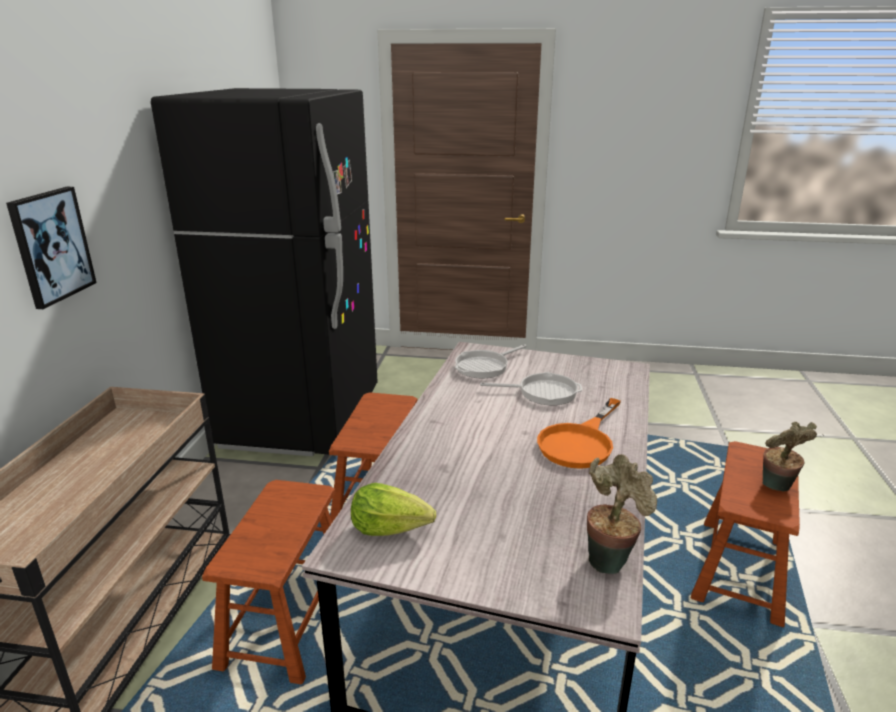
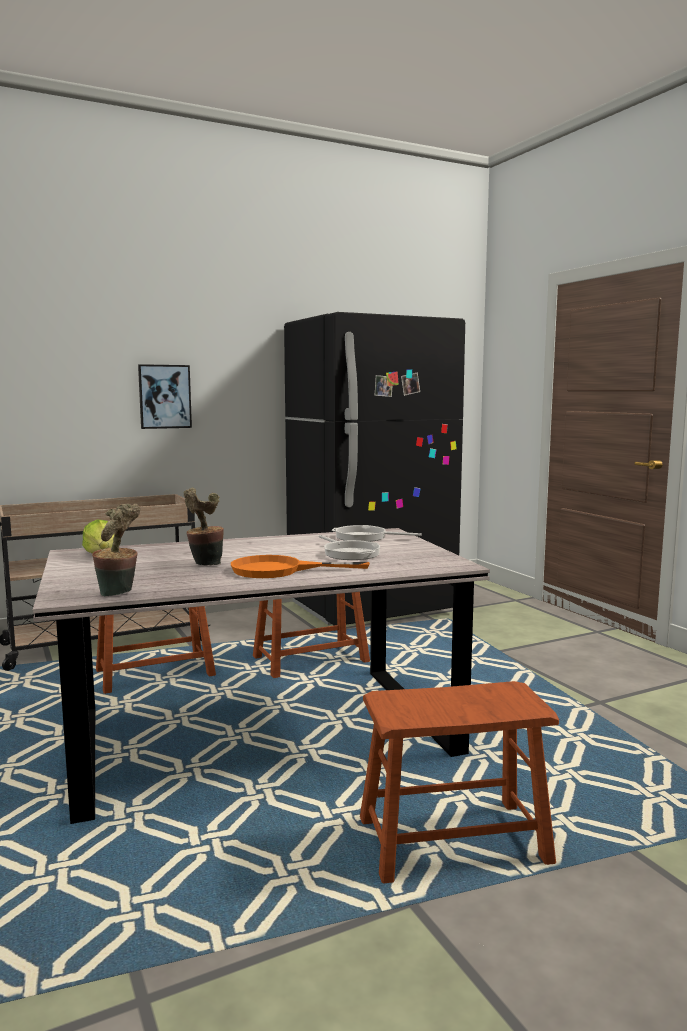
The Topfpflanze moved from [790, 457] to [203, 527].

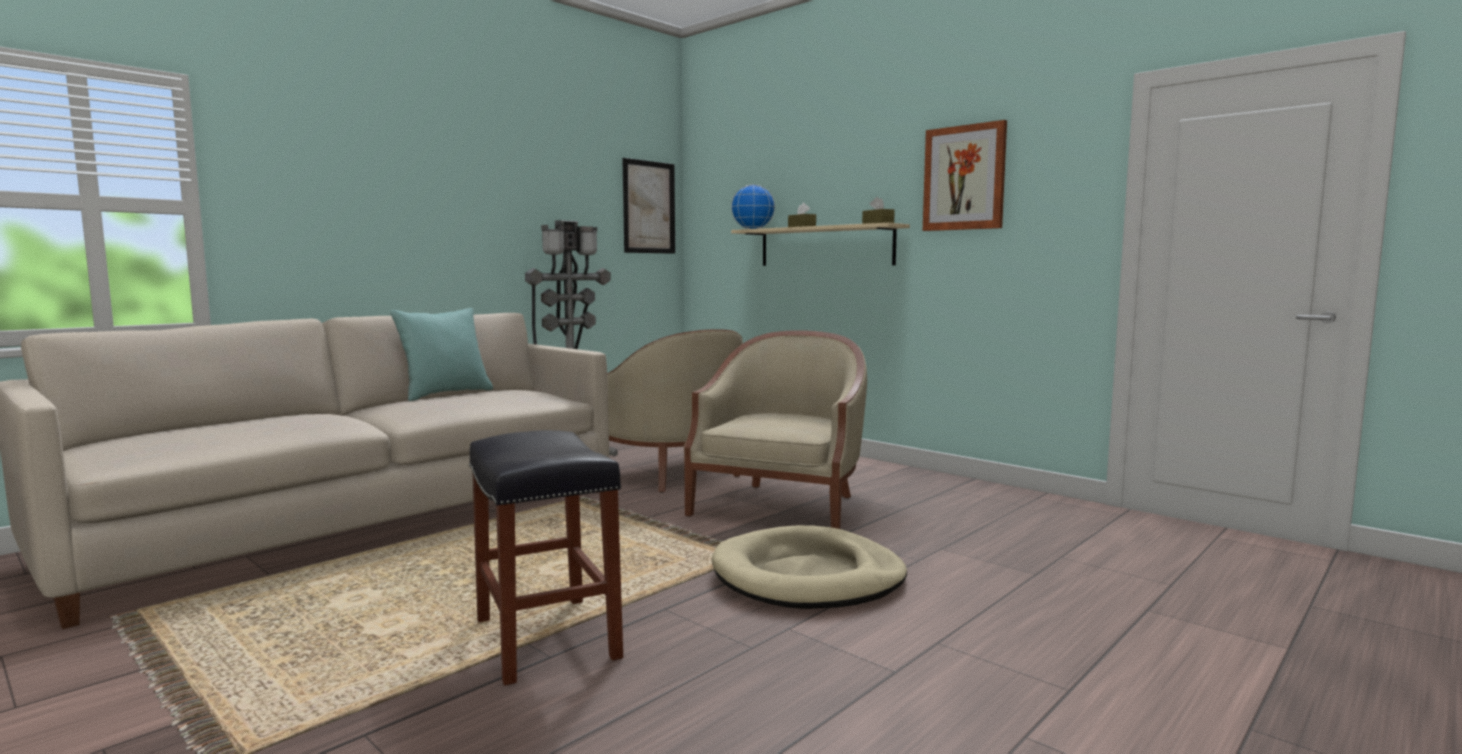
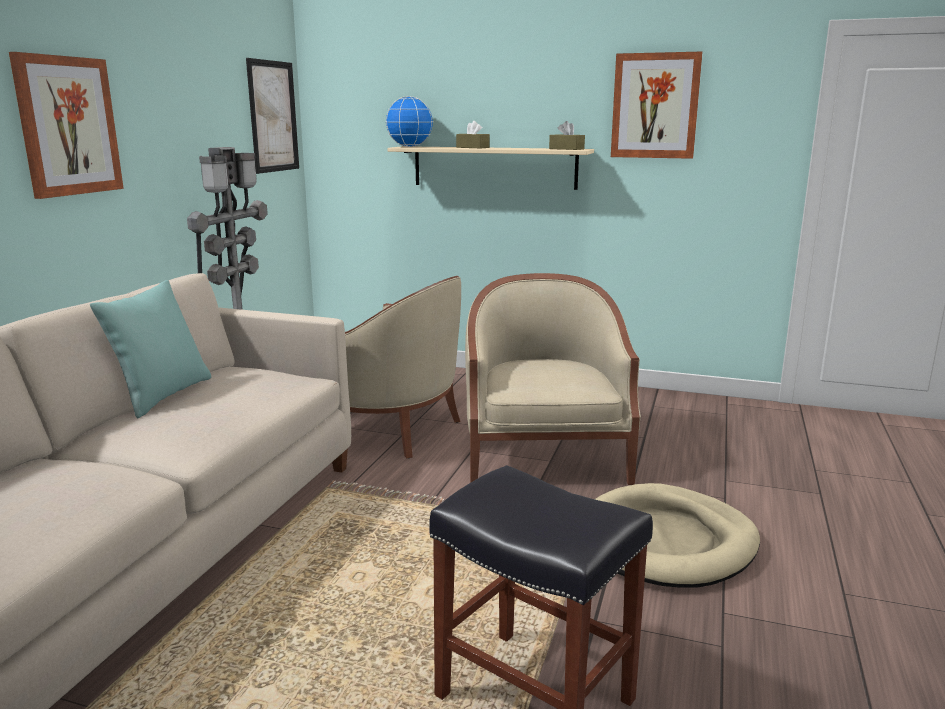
The Bild at [66, 125] appeared.

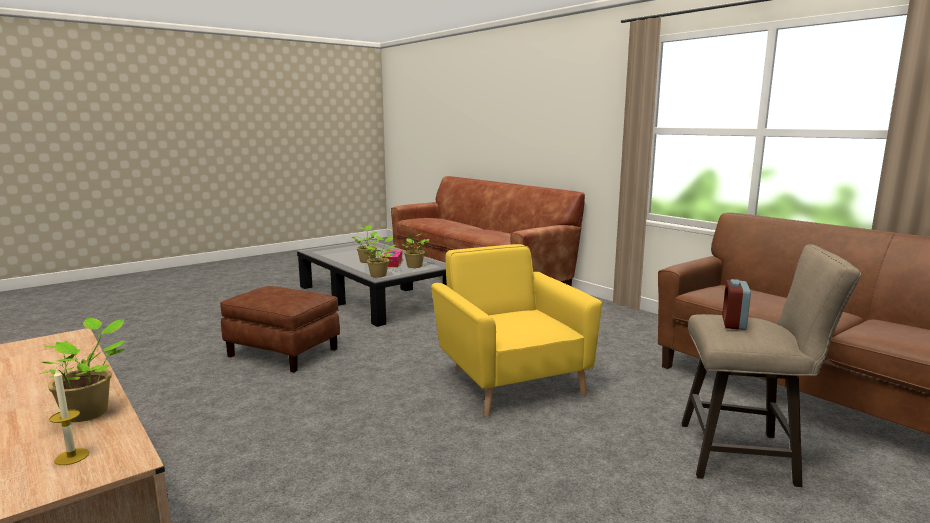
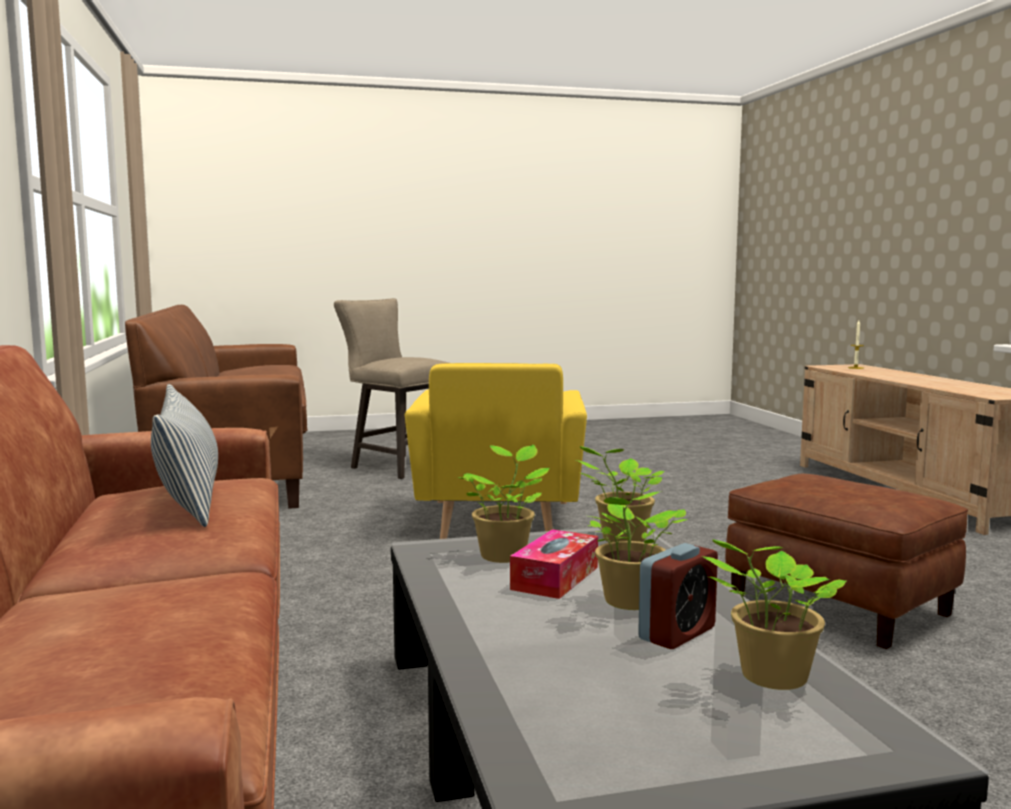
The Kissen at [184, 455] appeared.
The Topfpflanze moved from [82, 370] to [773, 614].
The Wecker moved from [736, 304] to [678, 596].

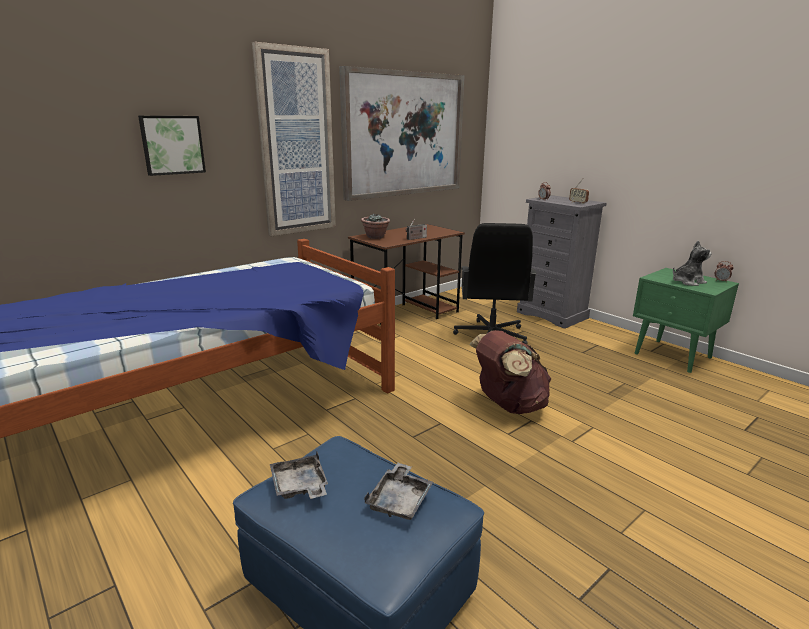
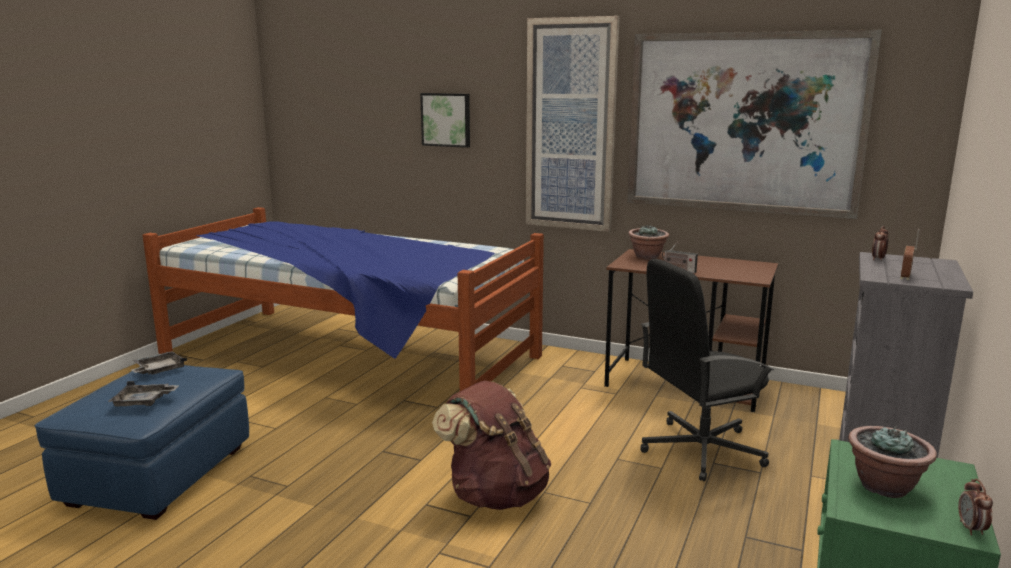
The Plüschtier at [692, 263] was replaced by the Topfpflanze at [892, 462].

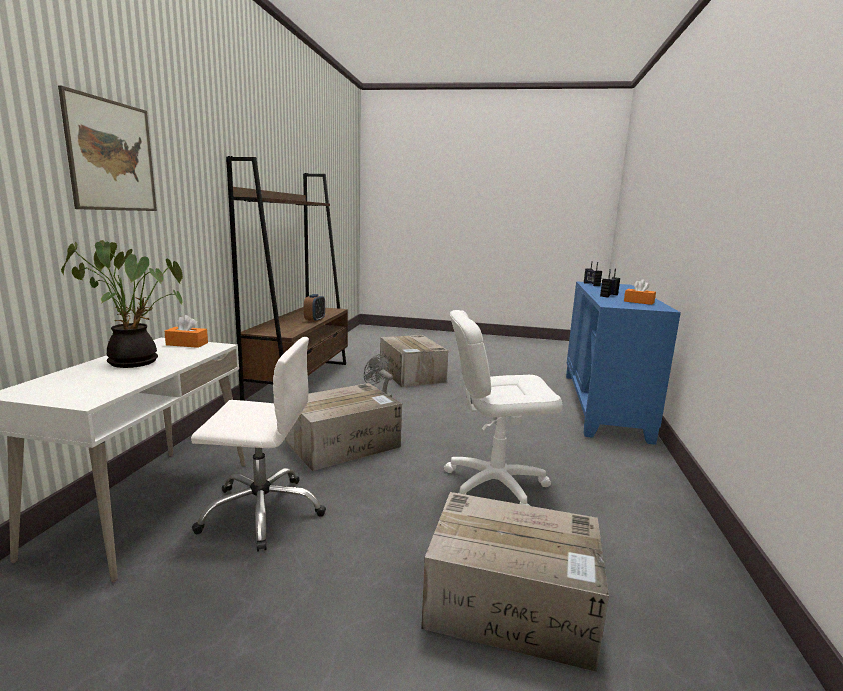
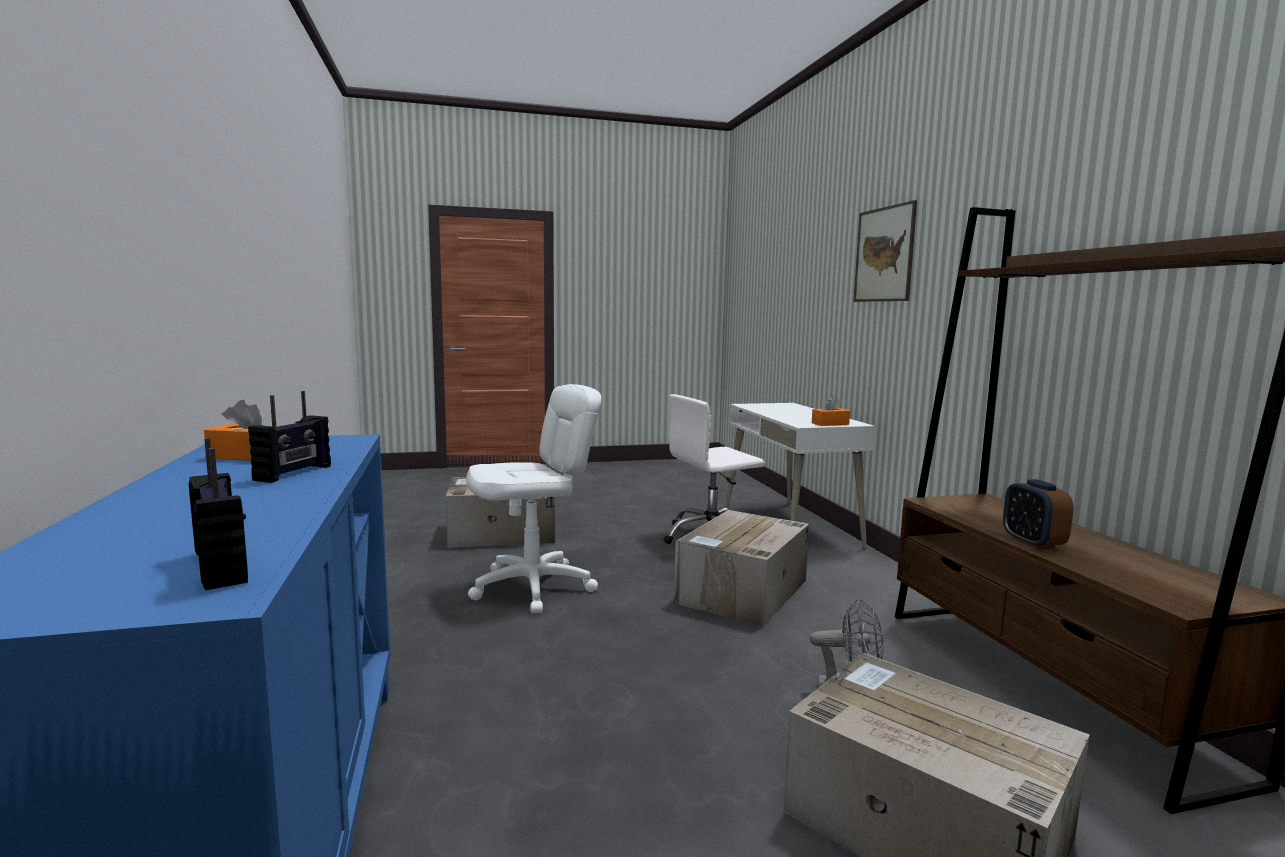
The Topfpflanze at [122, 304] disappeared.

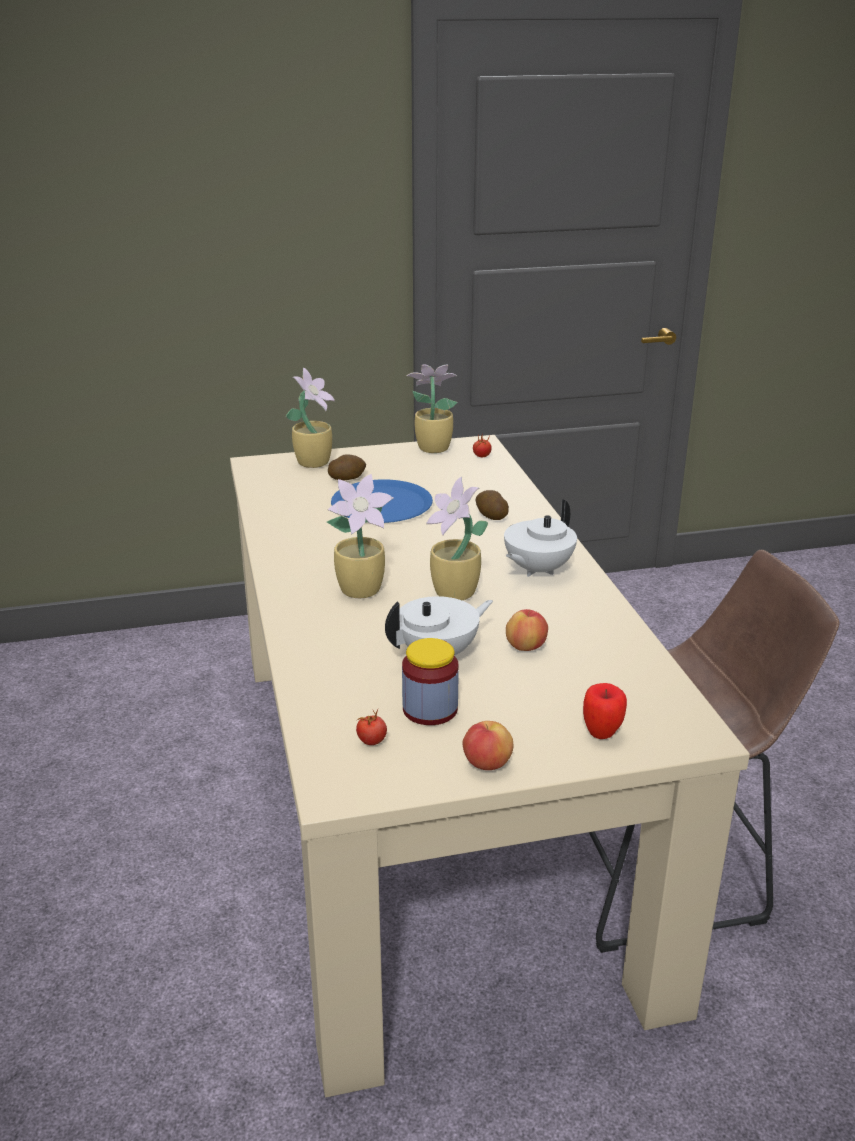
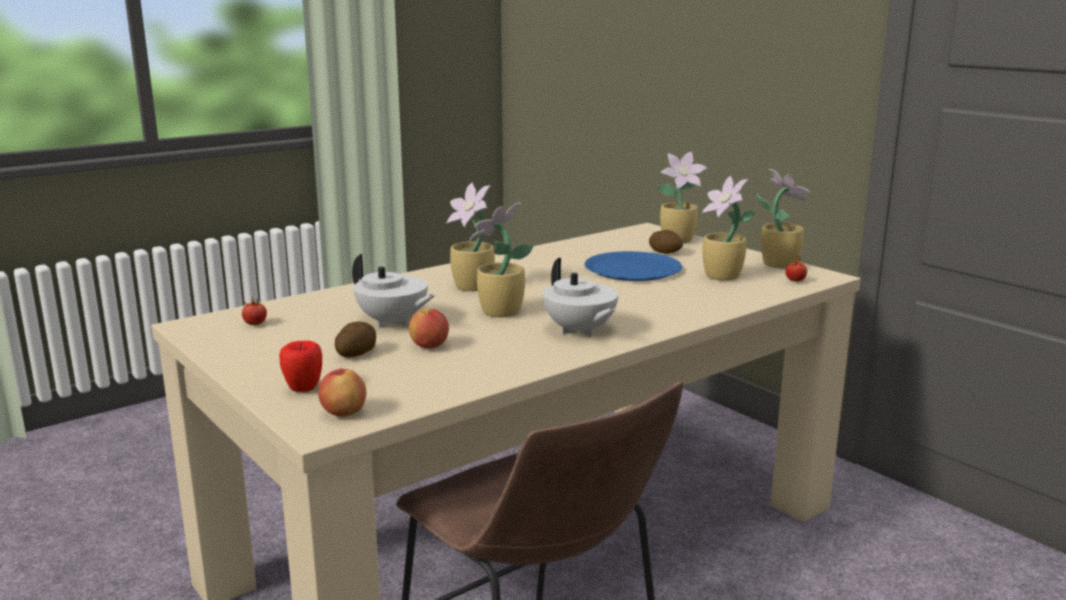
The Vorratsglas at [430, 681] disappeared.
The Topfpflanze at [729, 228] appeared.
The Apfel moved from [487, 745] to [342, 392].
The Kartoffel moved from [492, 505] to [355, 340].
The Teekanne [weiß] at [540, 538] turned 135 degrees counterclockwise.

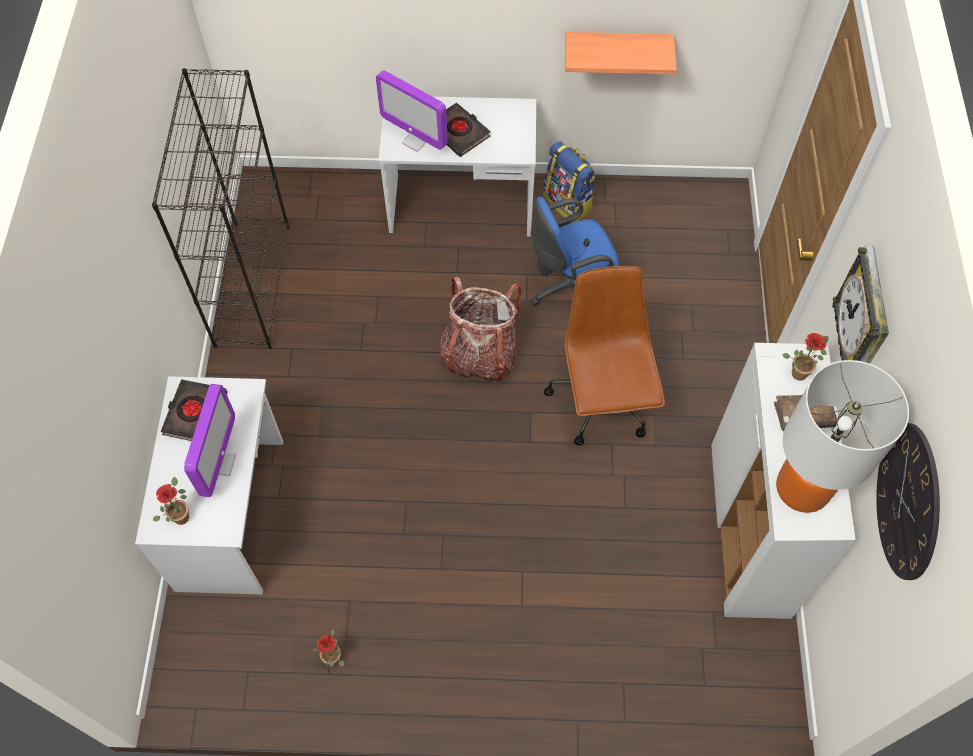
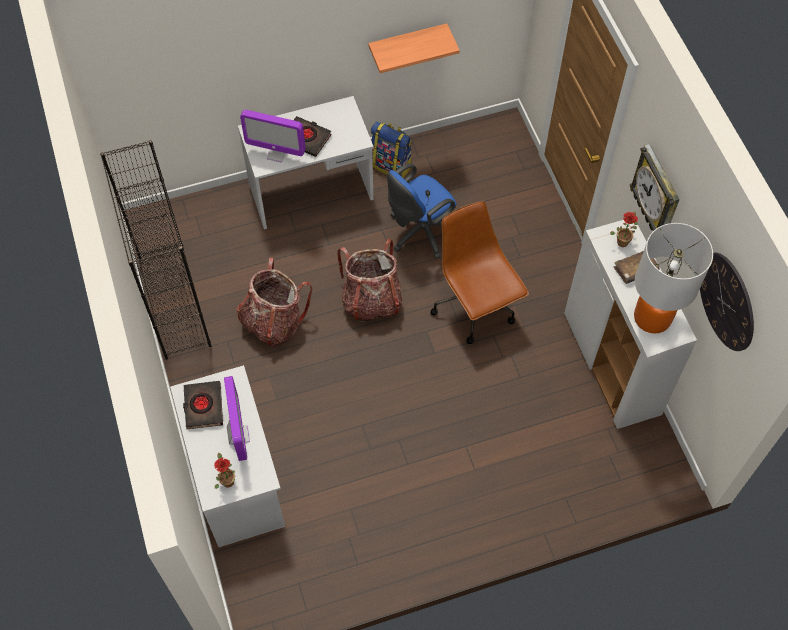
The Topfpflanze at [328, 648] disappeared.
The Rucksack at [274, 302] appeared.

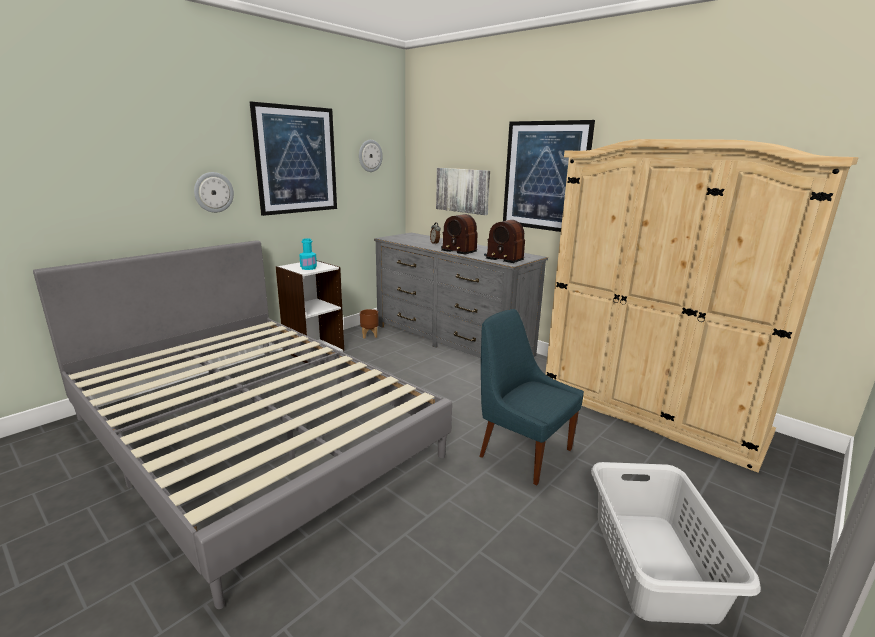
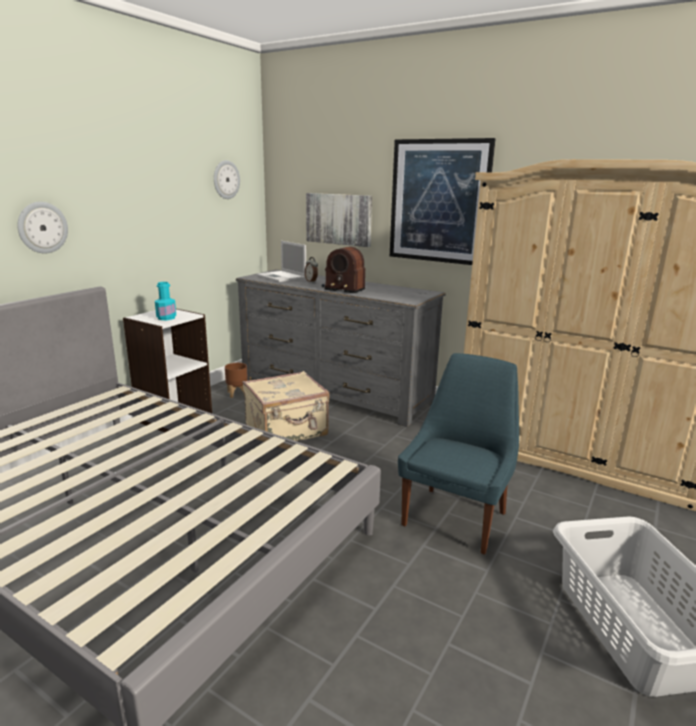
The Bild at [293, 159] disappeared.
The Radio at [504, 241] disappeared.
The Koffer [beige] at [286, 406] appeared.
The Laptop at [281, 261] appeared.
The Stuhl [blau] at [531, 397] turned 90 degrees clockwise.

